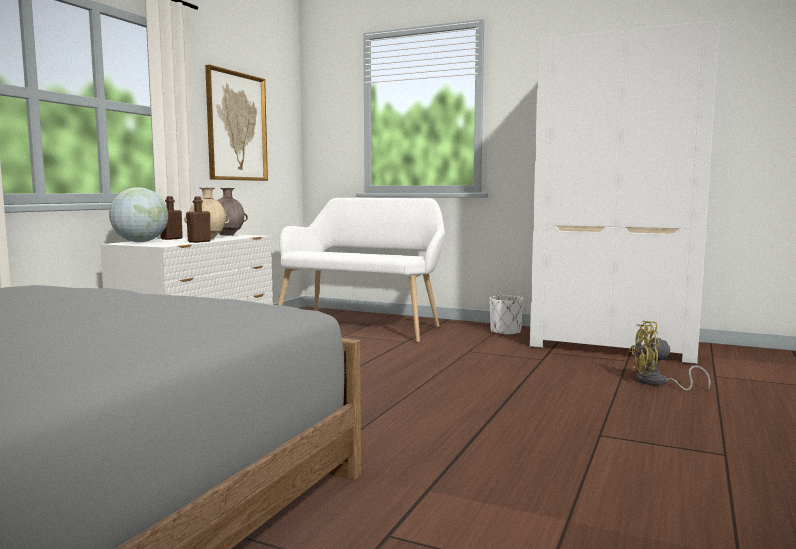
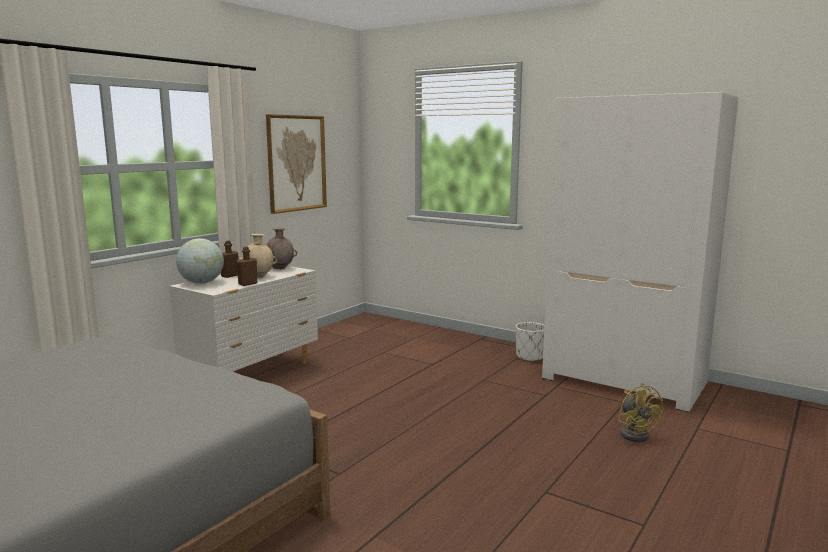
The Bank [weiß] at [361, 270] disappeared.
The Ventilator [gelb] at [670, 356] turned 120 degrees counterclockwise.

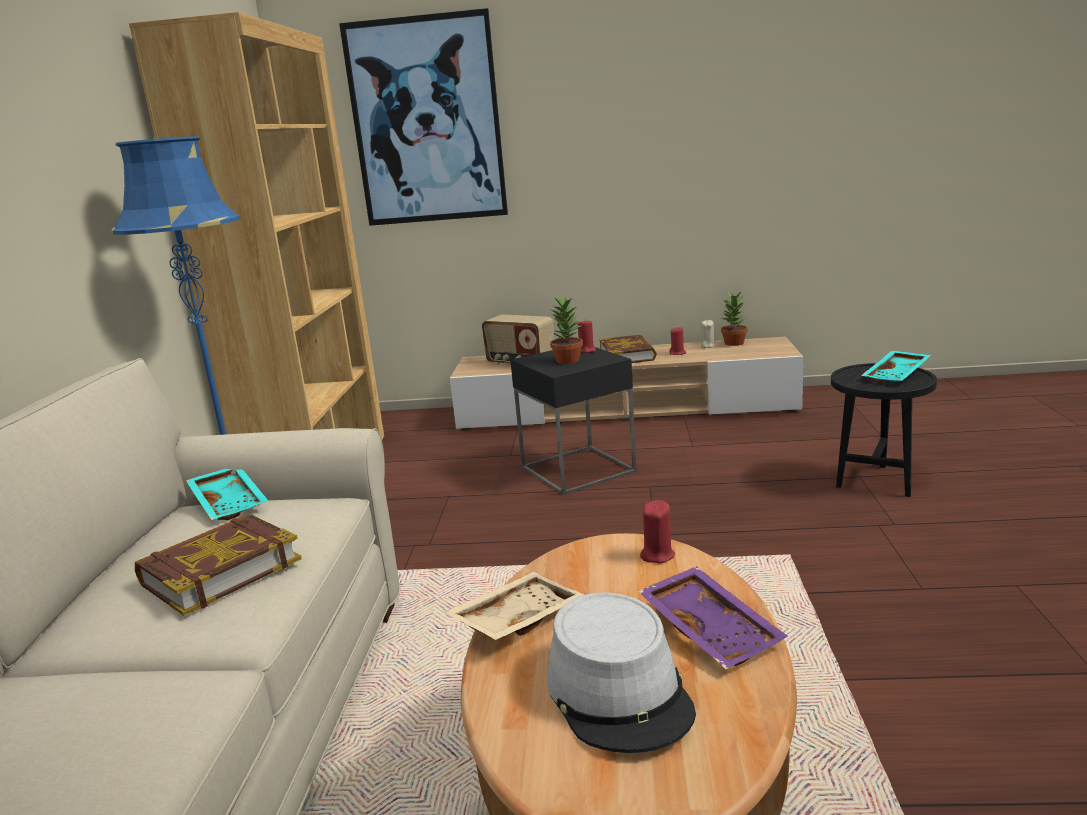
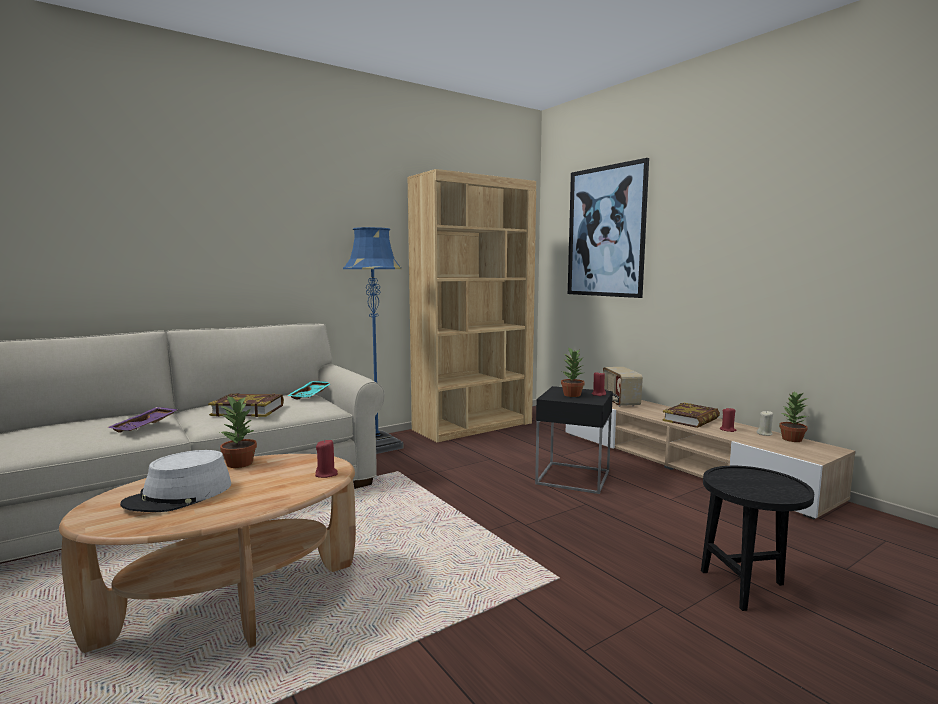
The Tablett [türkis] at [896, 367] disappeared.
The Tablett [lila] moved from [713, 617] to [143, 420].
The Tablett [beige] at [514, 606] was replaced by the Topfpflanze at [238, 431].

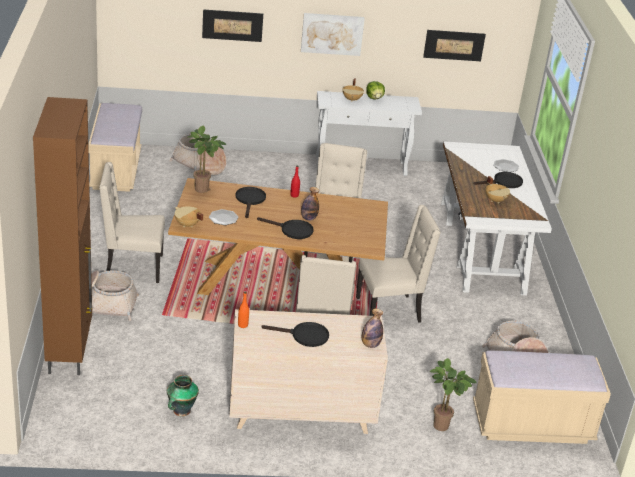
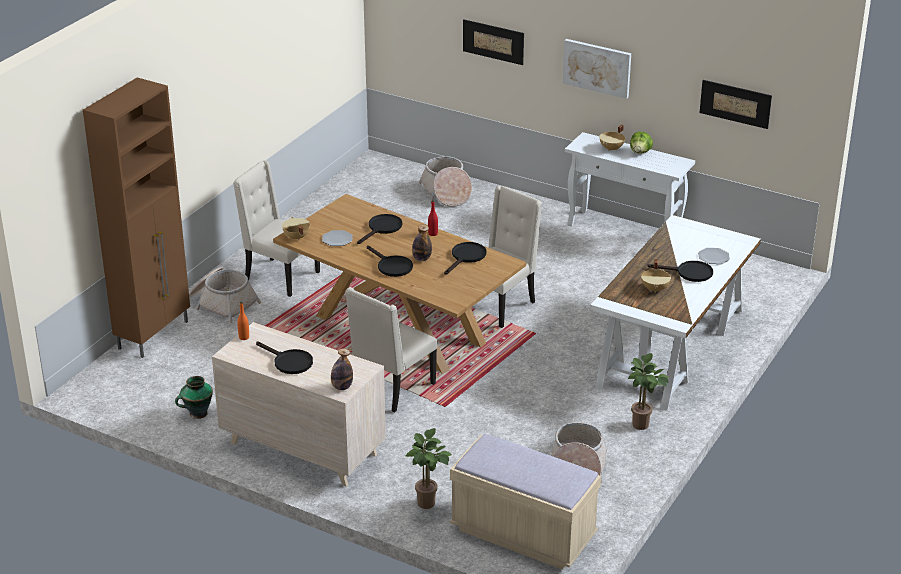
The Bank [beige] at [115, 147] disappeared.
The Stuhl [beige] at [398, 264] disappeared.
The Pfanne [schwarz] at [465, 258] appeared.
The Topfpflanze moved from [207, 159] to [648, 391].

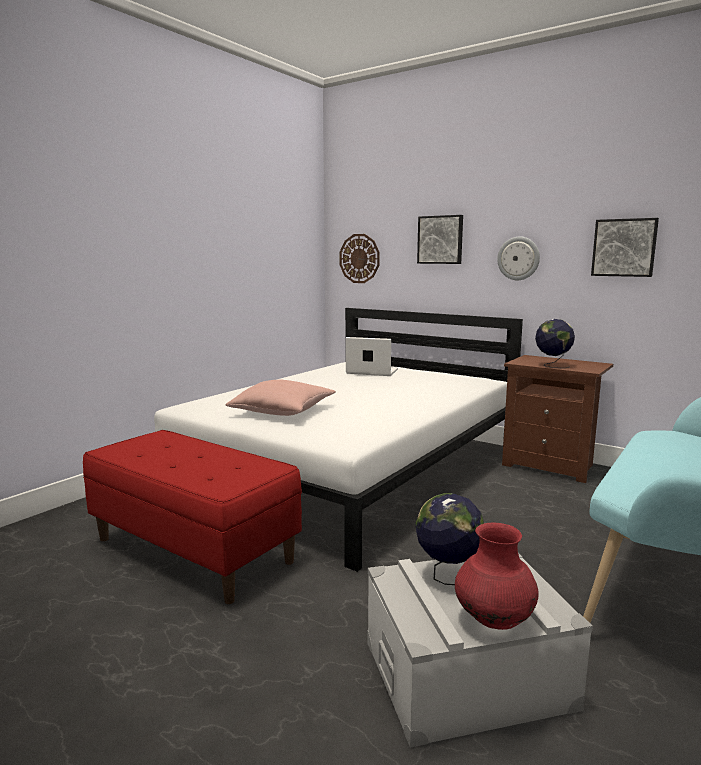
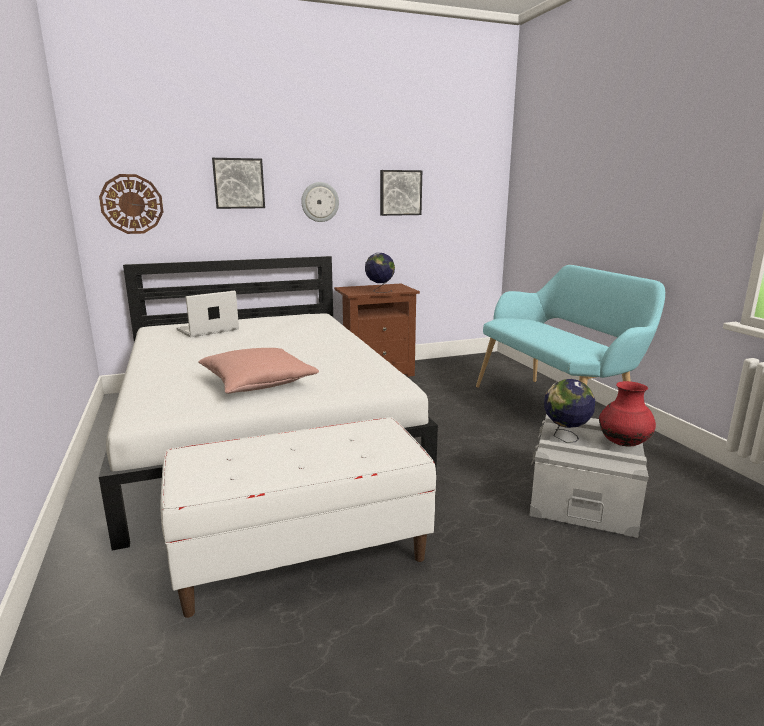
The Bank [rot] at [192, 517] became the Bank [weiß] at [298, 517].

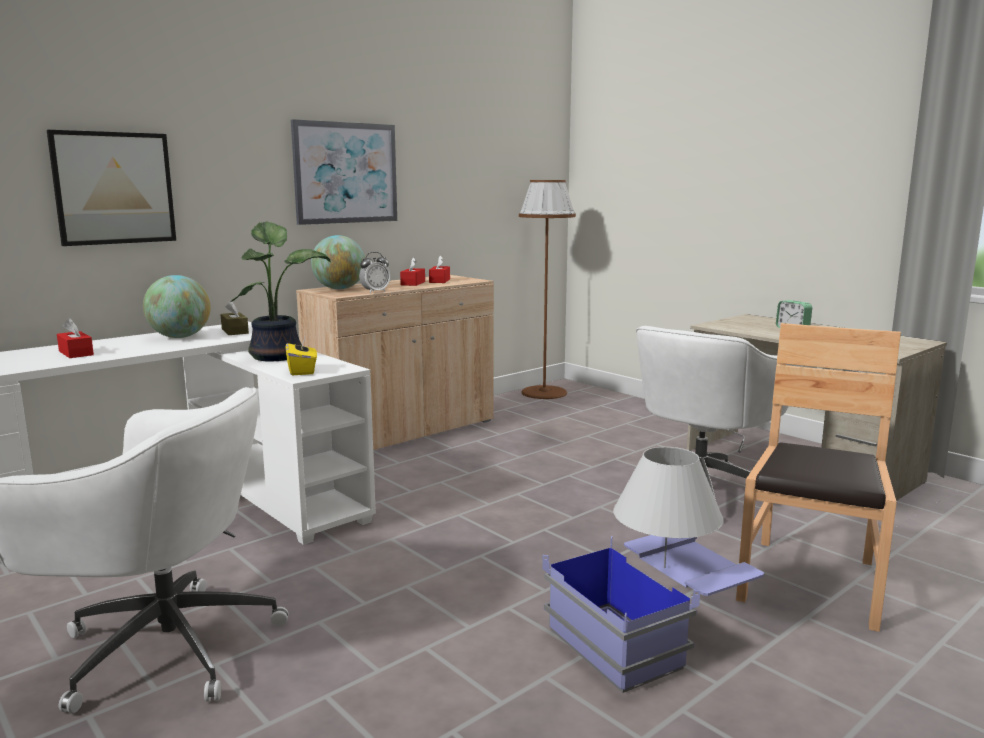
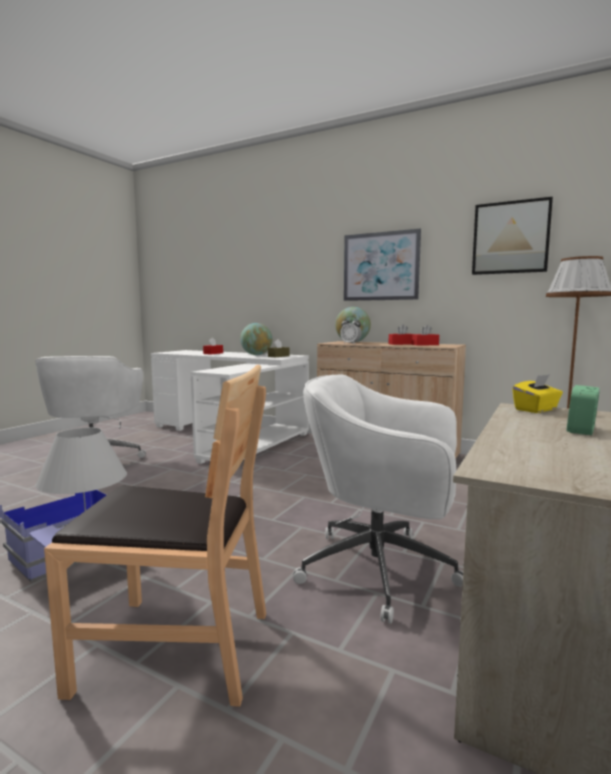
The Topfpflanze at [280, 291] disappeared.
The Bild moved from [111, 188] to [512, 236].
The Taschentuchbox [gelb] moved from [301, 356] to [537, 393].

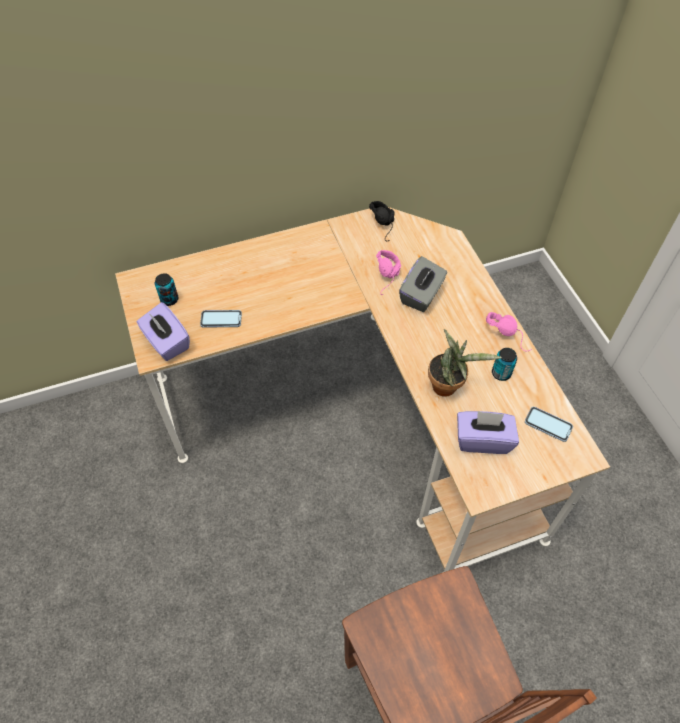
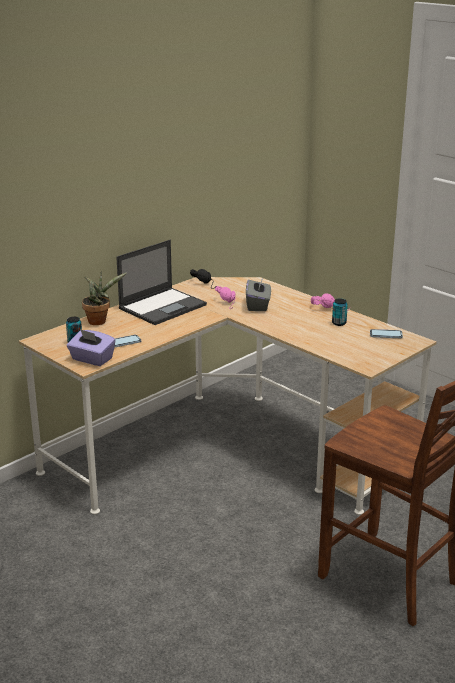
The Taschentuchbox [lila] at [488, 432] disappeared.
The Laptop at [161, 282] appeared.
The Topfpflanze moved from [465, 363] to [104, 298].

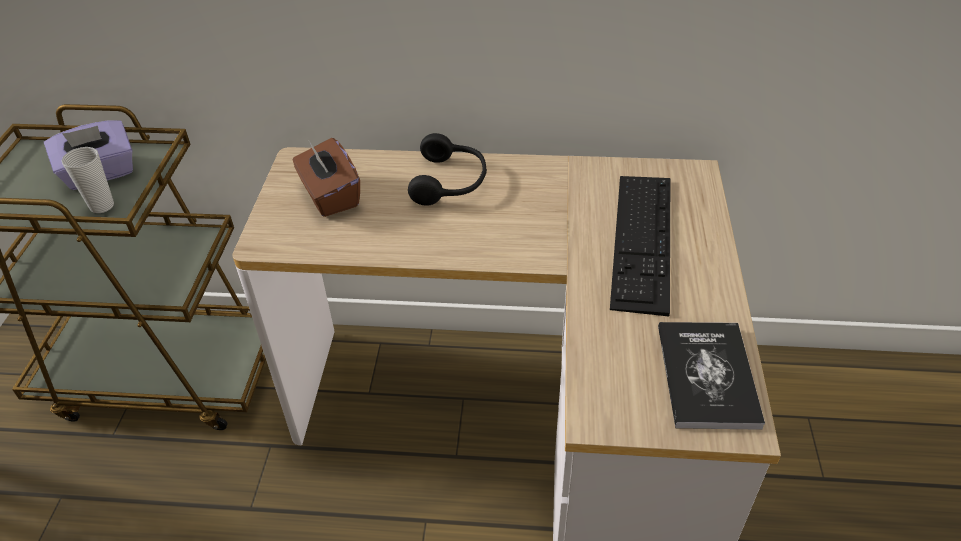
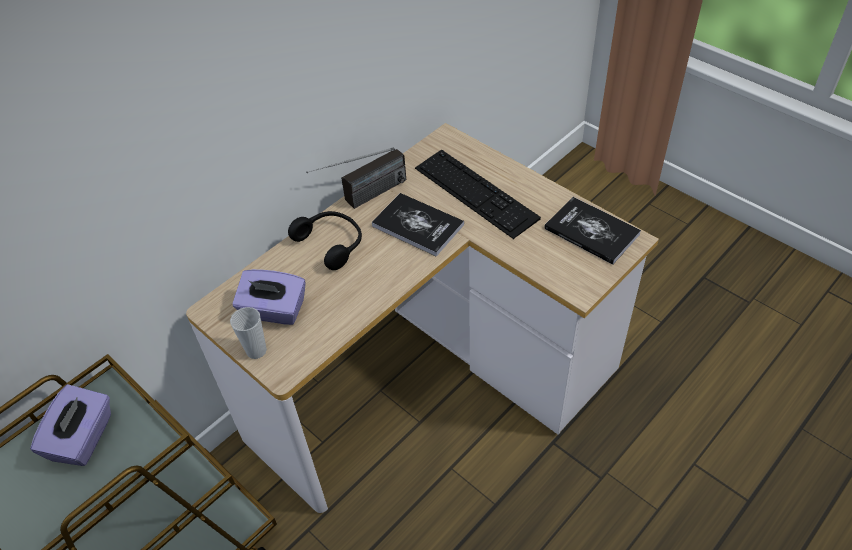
The Radio at [356, 178] appeared.
The Buch at [417, 224] appeared.
The Tasse moved from [87, 180] to [248, 333].
The Taschentuchbox [braun] at [326, 177] became the Taschentuchbox [lila] at [269, 297].

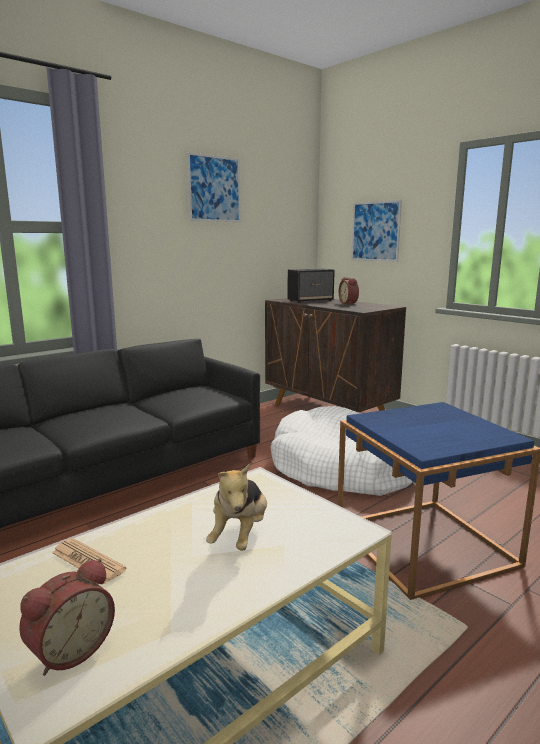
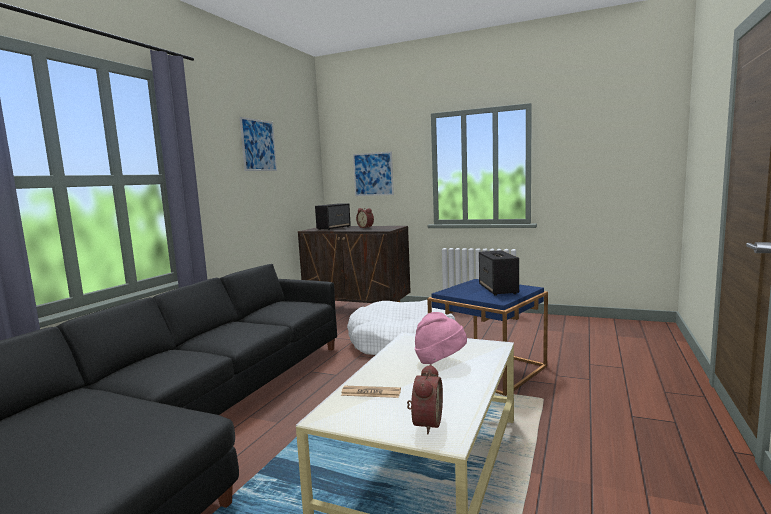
The Lautsprecher at [499, 273] appeared.
The Plüschtier at [236, 507] was replaced by the Hut [rosa] at [441, 338].

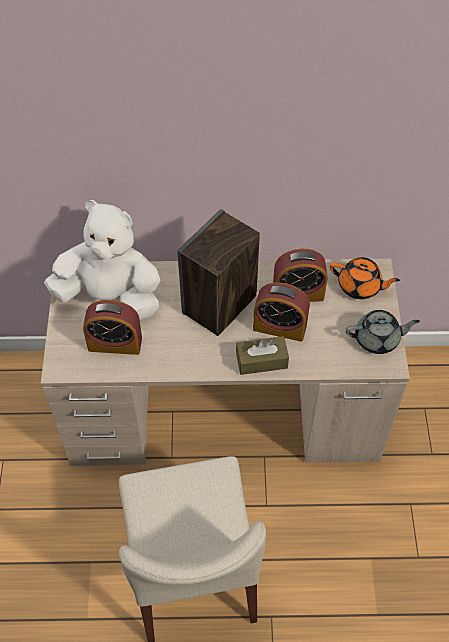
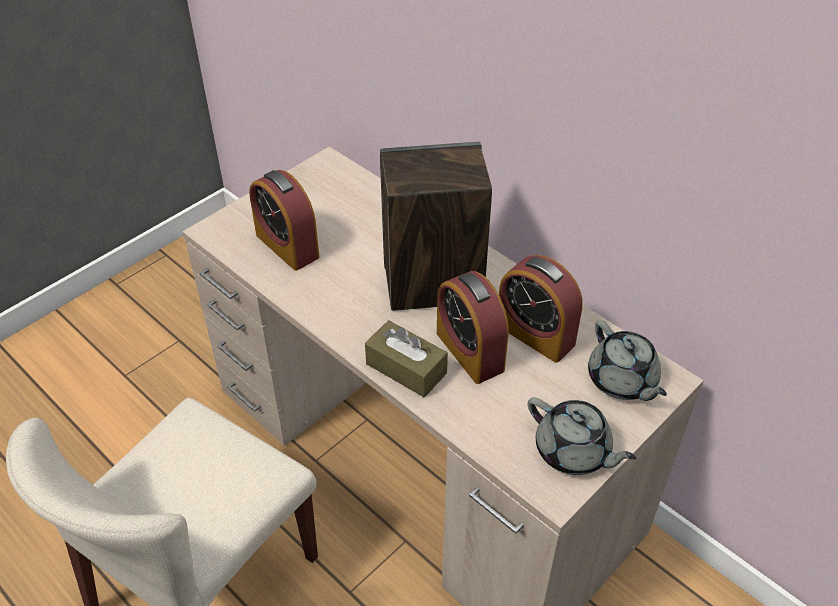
The Plüschtier [weiß] at [102, 260] disappeared.
The Teekanne [orange] at [365, 278] became the Teekanne [grau] at [627, 360].

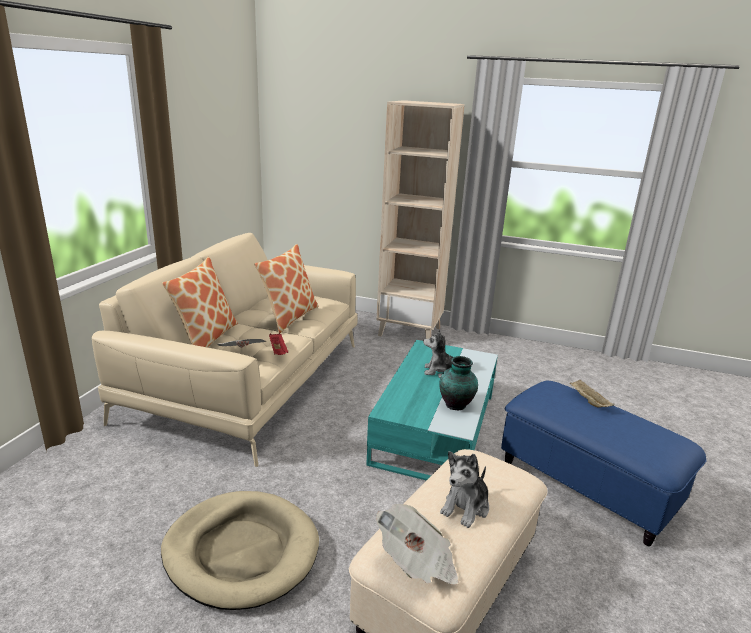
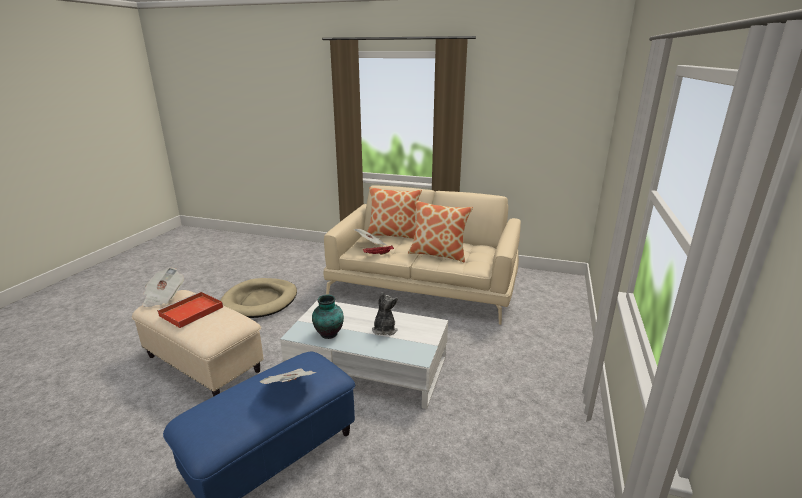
The Bücherregal [beige] at [420, 219] disappeared.
The Plüschtier at [464, 489] was replaced by the Tablett [rot] at [190, 310].
The Tablett [beige] at [591, 394] was replaced by the Zeitung at [288, 376].
The Couchtisch [türkis] at [432, 410] became the Couchtisch [weiß] at [364, 355].

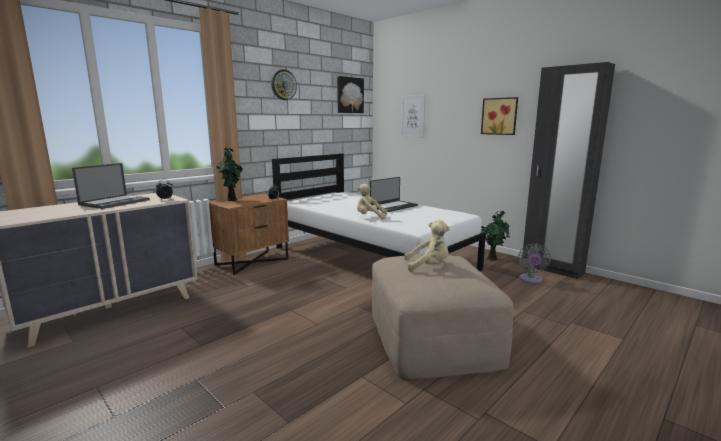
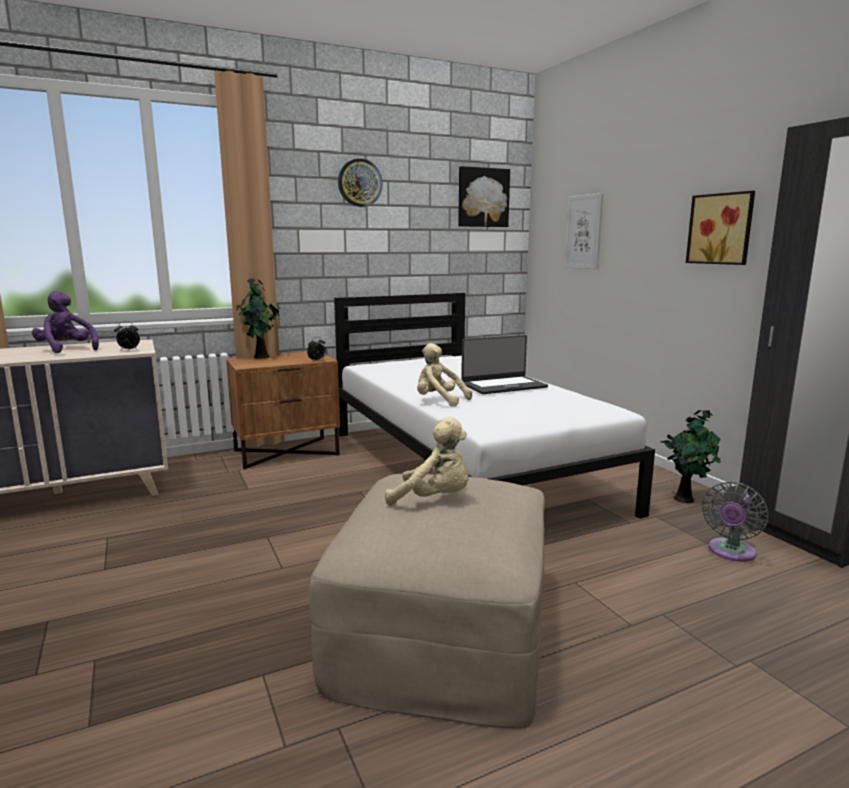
The Laptop at [111, 186] was replaced by the Plüschtier [lila] at [65, 322].

